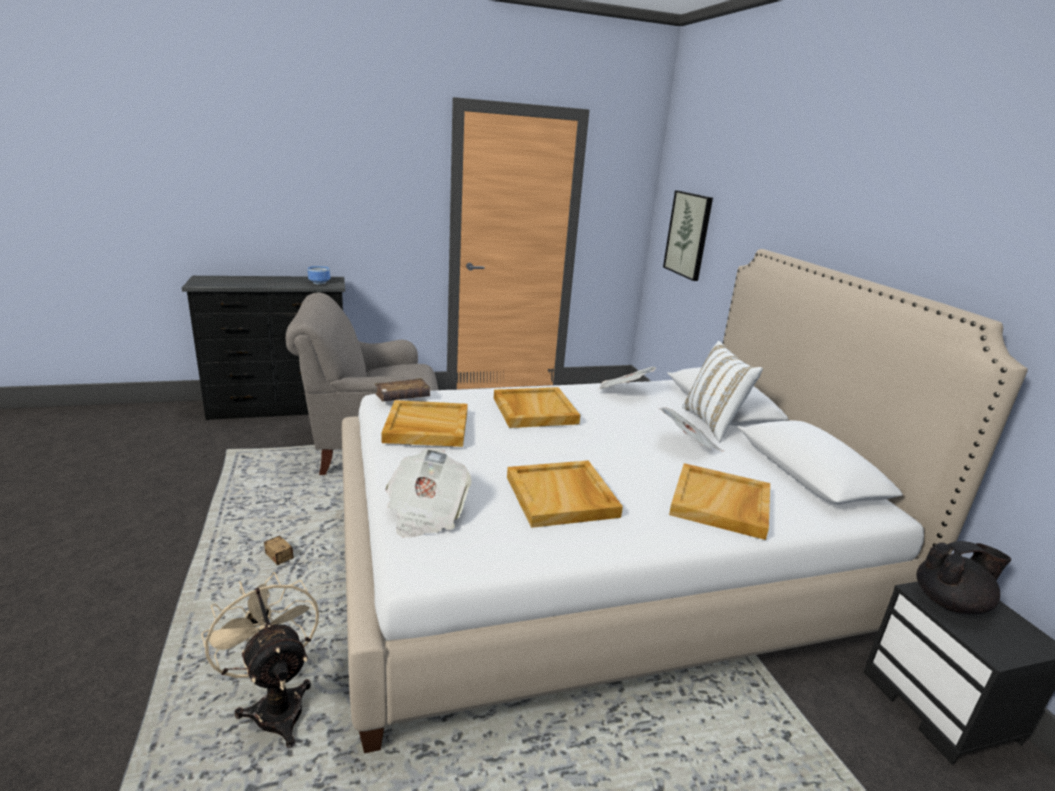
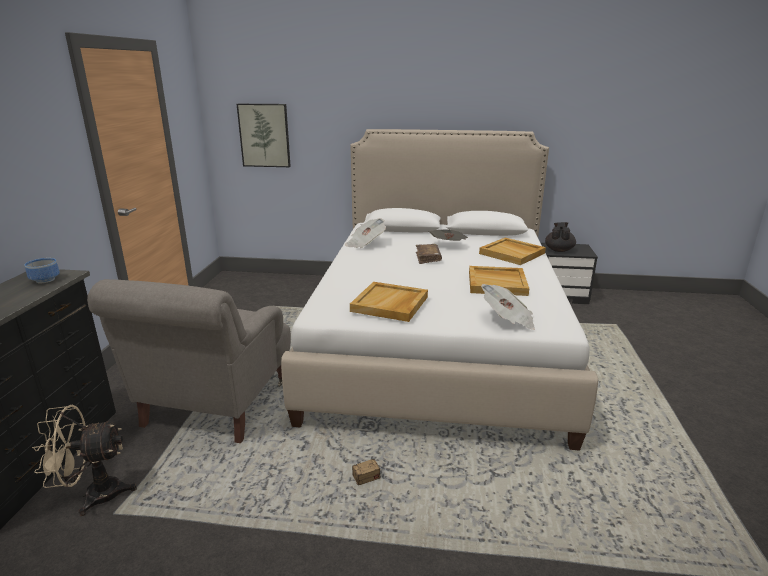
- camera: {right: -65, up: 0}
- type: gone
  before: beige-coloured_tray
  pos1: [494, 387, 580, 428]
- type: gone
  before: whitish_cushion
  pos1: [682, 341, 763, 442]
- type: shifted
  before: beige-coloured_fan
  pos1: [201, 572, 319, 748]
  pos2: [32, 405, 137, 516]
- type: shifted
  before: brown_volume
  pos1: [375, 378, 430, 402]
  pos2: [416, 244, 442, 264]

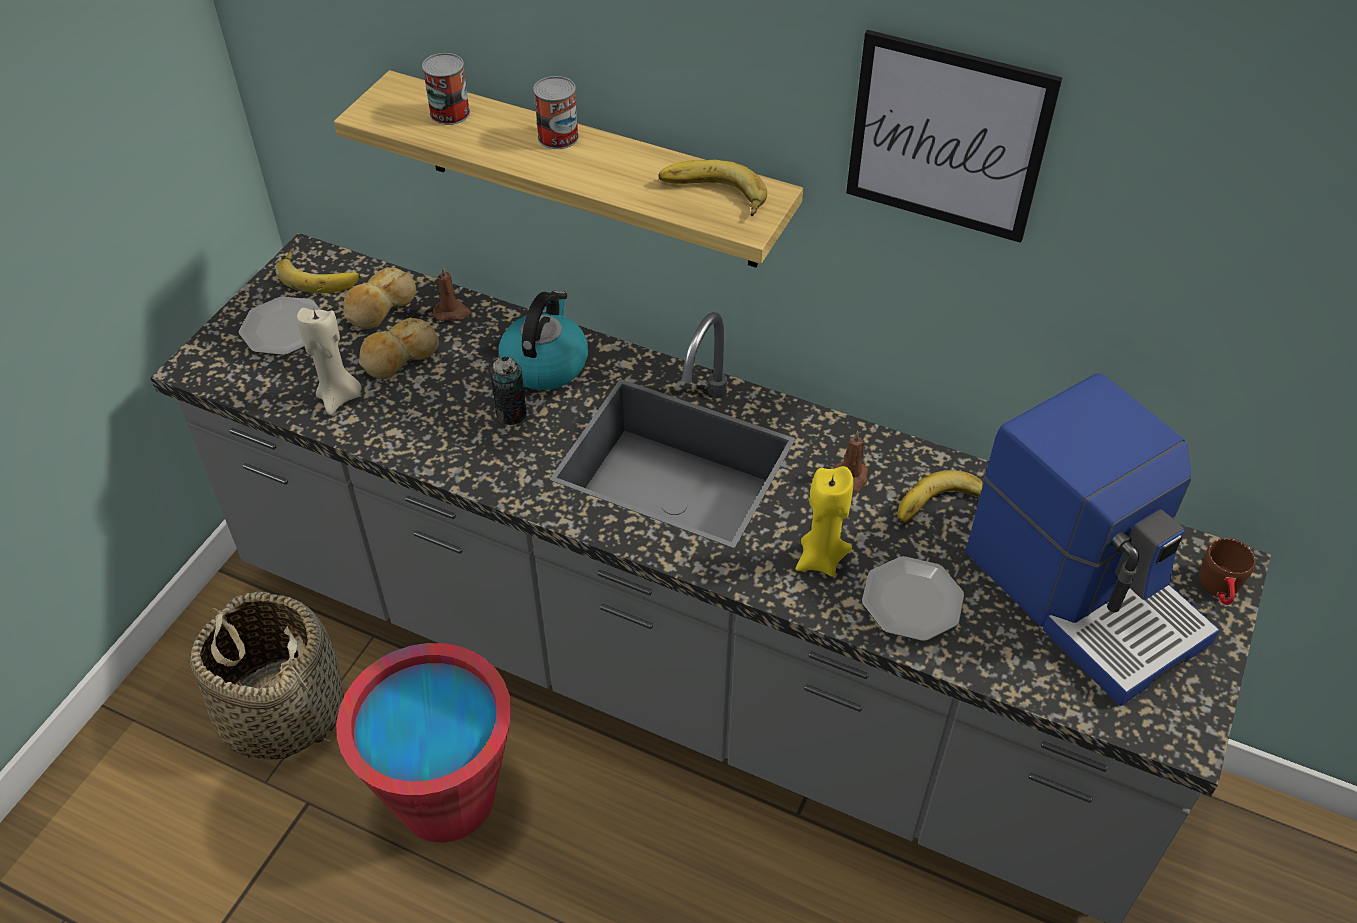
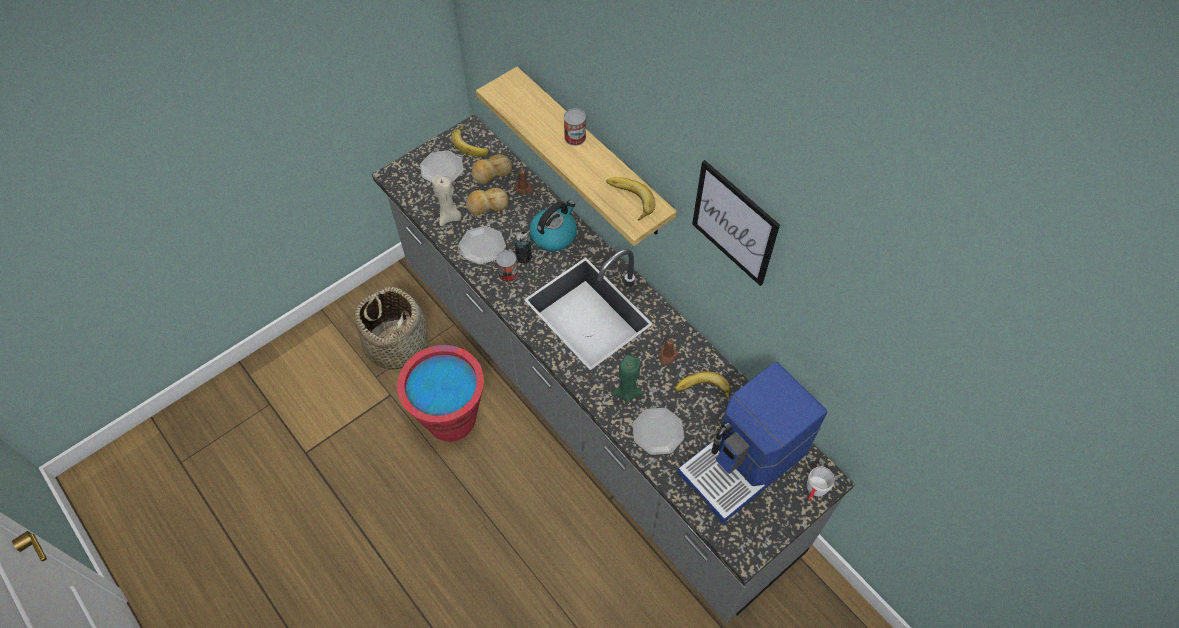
- camera: {right: 25, up: 10}
- type: new
  after: dinner_plate
  pos2: [459, 226, 506, 265]
- type: shifted
  before: metal_can
  pos1: [422, 53, 470, 125]
  pos2: [496, 250, 518, 282]
- type: repainted
  before: yellow-coloured_wax_candle
  after: green-coloured_wax_candle
  pos1: [796, 466, 853, 576]
  pos2: [611, 355, 644, 404]
- type: repainted
  before: brown_coffee_mug
  after: whitish_coffee_mug
  pos1: [1199, 538, 1256, 605]
  pos2: [807, 467, 835, 501]
- type: rotated
  before: coffee_brewer
  pos1: [966, 374, 1220, 706]
  pos2: [677, 362, 827, 523]
  turn: 60

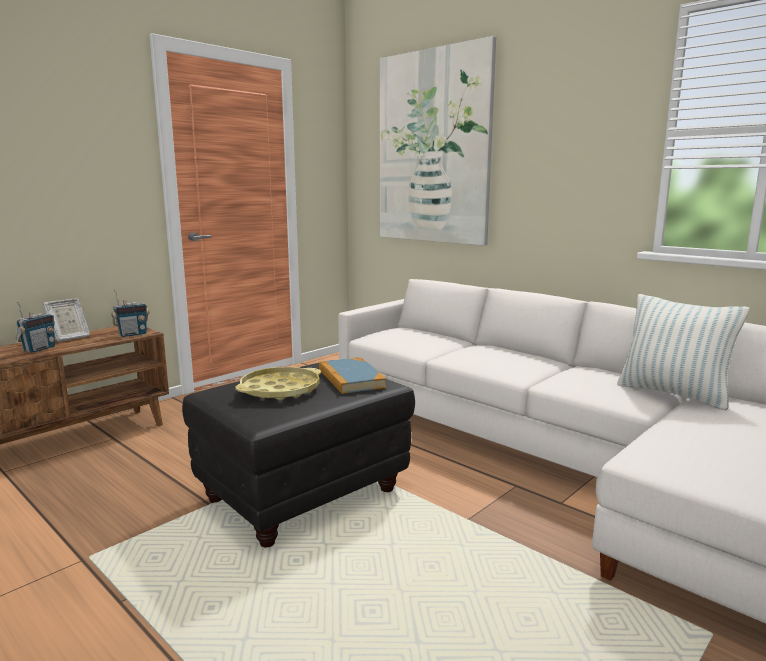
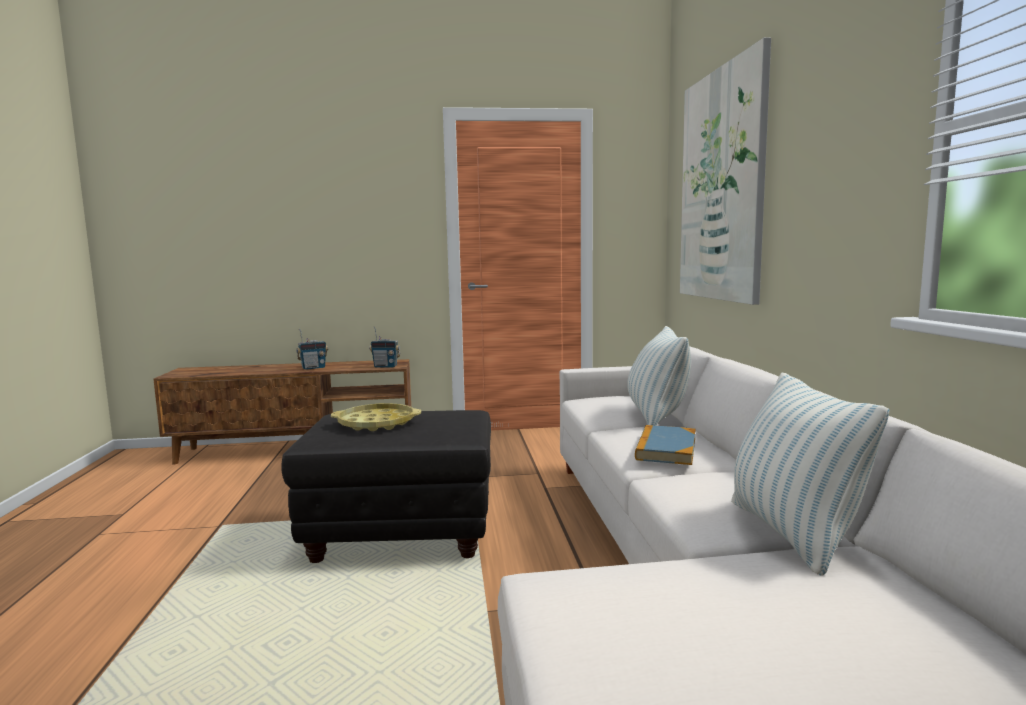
- camera: {right: 40, up: -5}
- type: gone
  before: picture_frame
  pos1: [43, 298, 90, 342]
- type: new
  after: cushion
  pos2: [627, 326, 691, 426]
- type: shifted
  before: volume
  pos1: [319, 357, 387, 394]
  pos2: [635, 425, 696, 465]

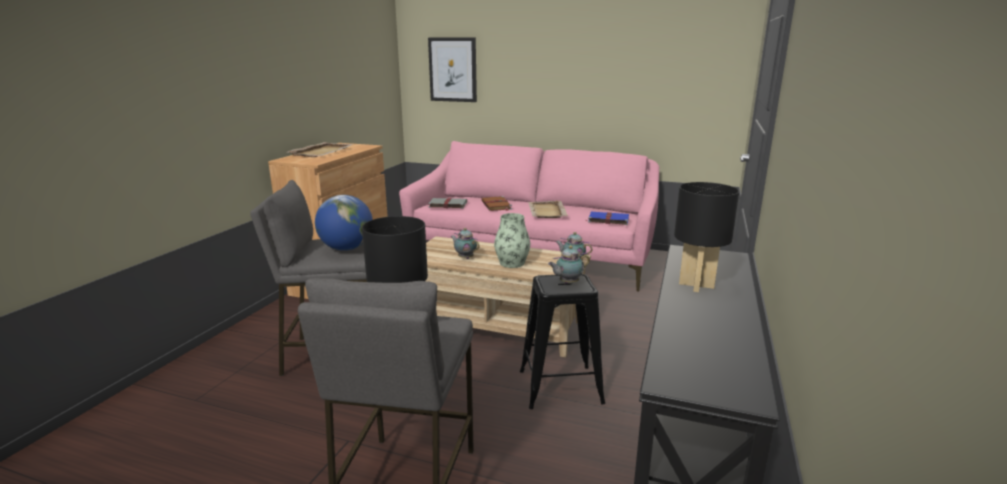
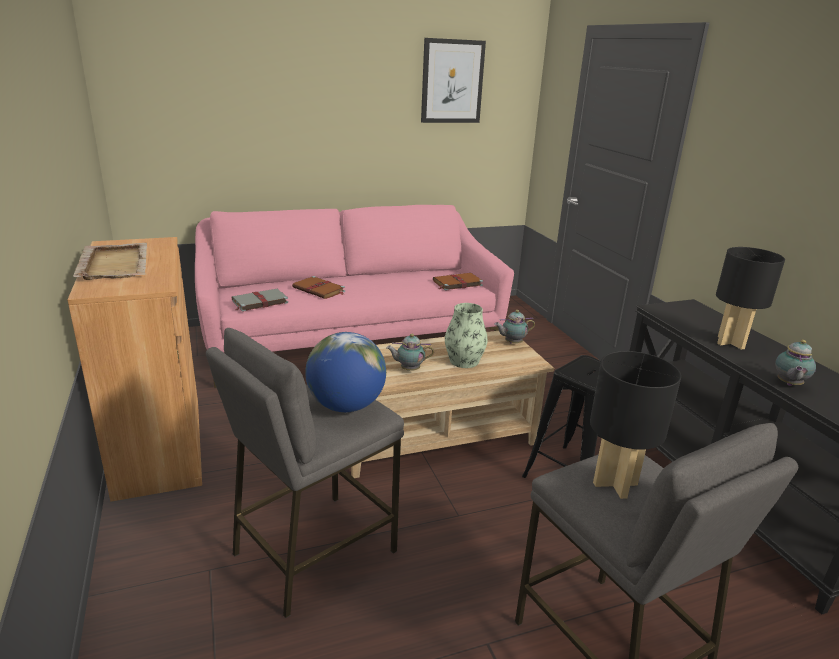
- camera: {right: -40, up: 5}
- type: gone
  before: beige-coloured_tray
  pos1: [528, 200, 568, 218]
- type: shifted
  before: wall_picture
  pos1: [428, 37, 477, 102]
  pos2: [421, 38, 486, 123]
- type: shifted
  before: tea_pot
  pos1: [548, 245, 590, 284]
  pos2: [775, 340, 816, 386]
- type: repainted
  before: blue-coloured_volume
  after: brown_volume
  pos1: [585, 212, 629, 225]
  pos2: [433, 273, 483, 291]

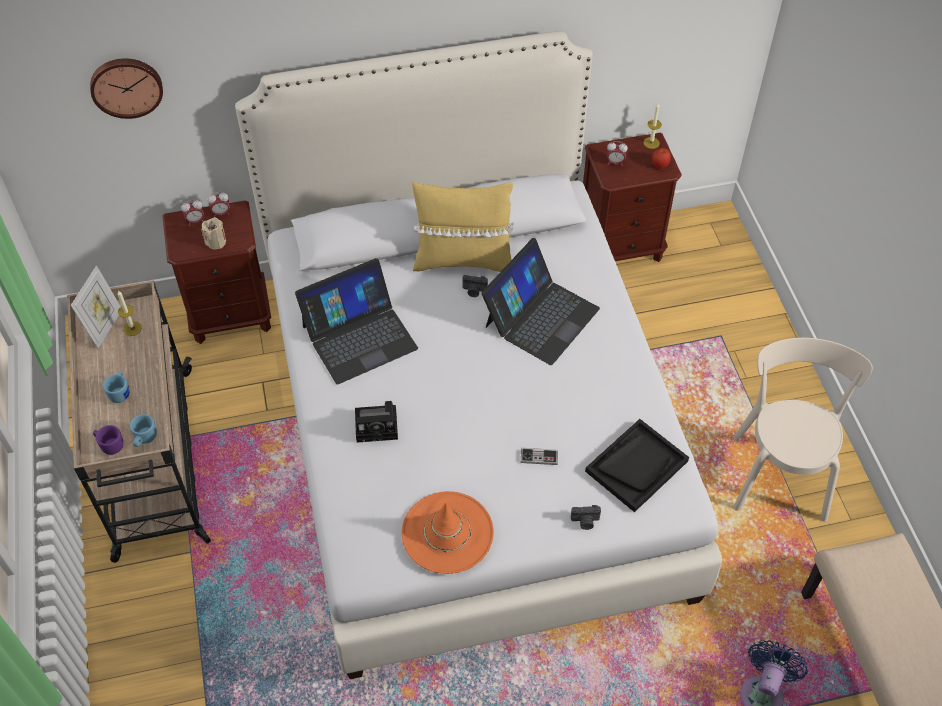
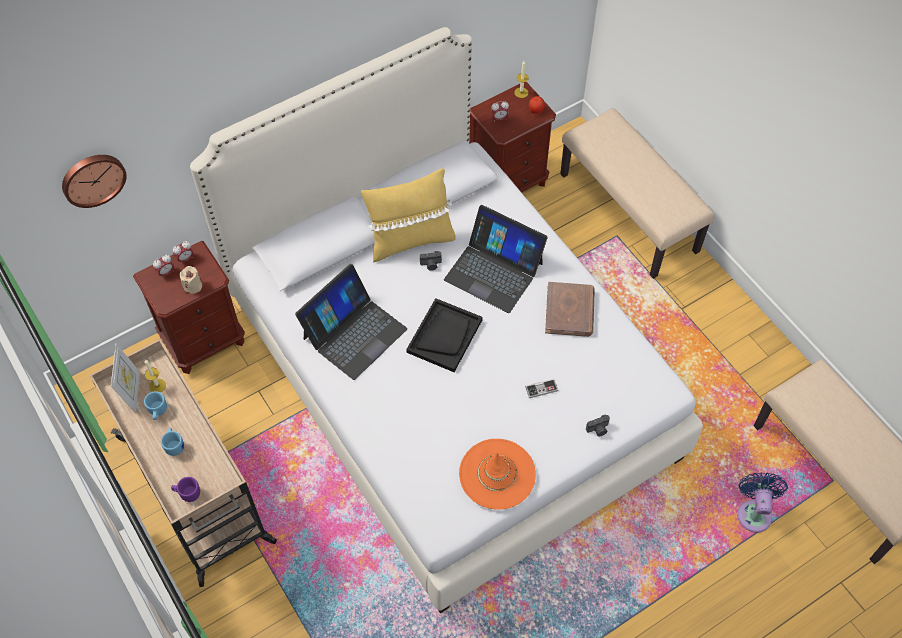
- camera: {right: -20, up: 5}
- type: gone
  before: still_camera
  pos1: [355, 401, 398, 442]
- type: gone
  before: beige-coloured_upright_chair
  pos1: [733, 338, 873, 522]
- type: new
  after: brown_volume
  pos2: [545, 282, 595, 337]
- type: new
  after: beige-coloured_long_seat
  pos2: [560, 108, 715, 279]
- type: shifted
  before: blue-coloured_coffee_mug
  pos1: [130, 414, 157, 447]
  pos2: [144, 391, 167, 420]
- type: shifted
  before: black_tray
  pos1: [585, 419, 689, 512]
  pos2: [406, 298, 483, 372]
- type: rotated
  before: portable_computer
  pos1: [482, 238, 600, 365]
  pos2: [444, 205, 548, 313]
  turn: 105

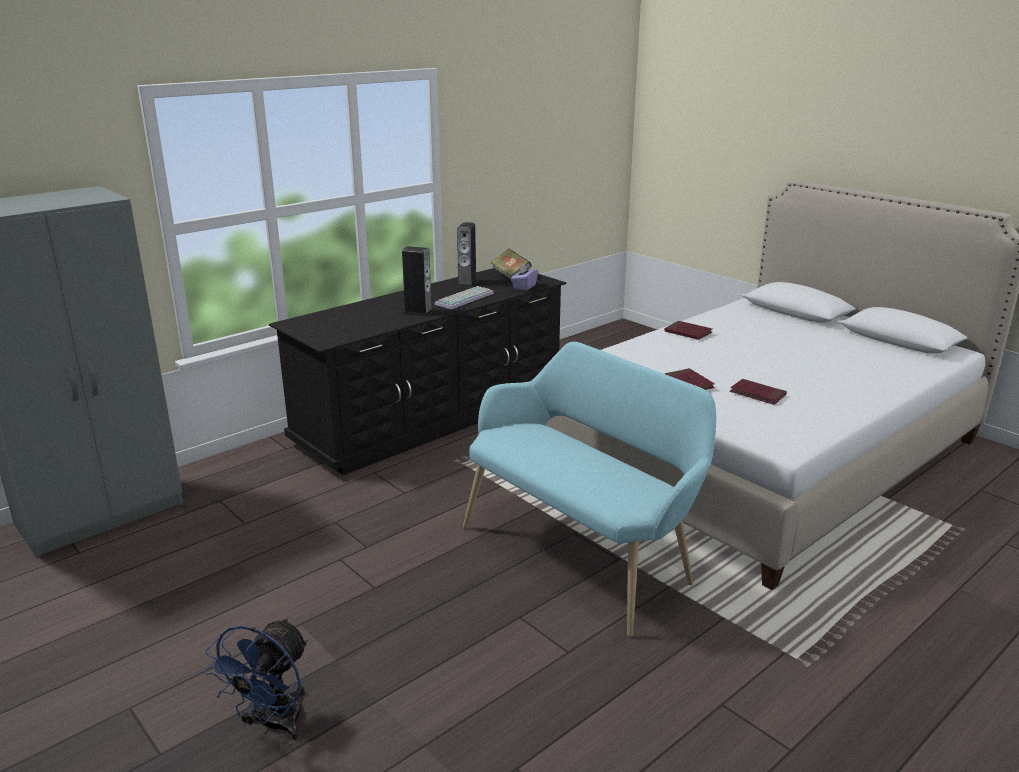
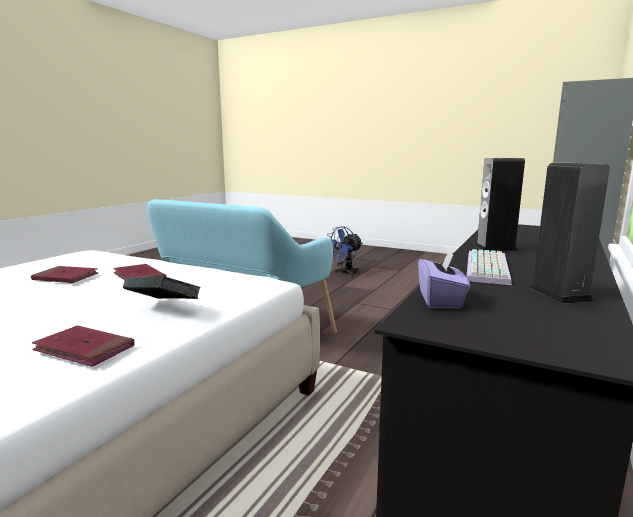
- camera: {right: 160, up: -10}
- type: shifted
  before: volume
  pos1: [490, 249, 531, 279]
  pos2: [123, 277, 201, 299]
- type: rotated
  before: blue-coloured_fan
  pos1: [204, 618, 308, 740]
  pos2: [327, 226, 362, 277]
  turn: -135

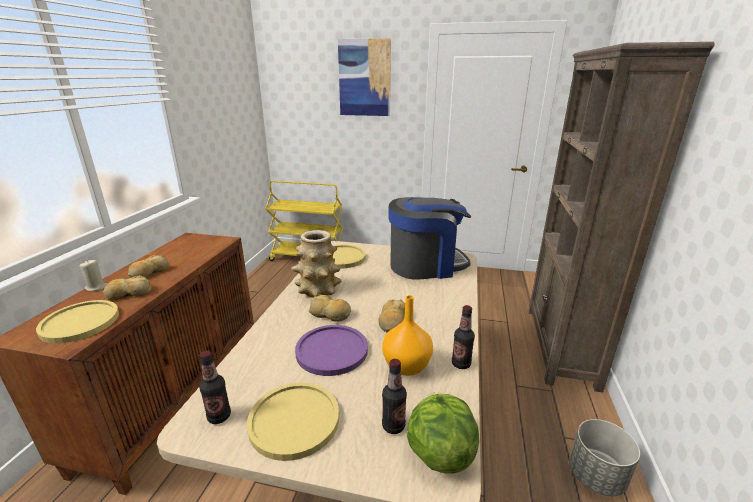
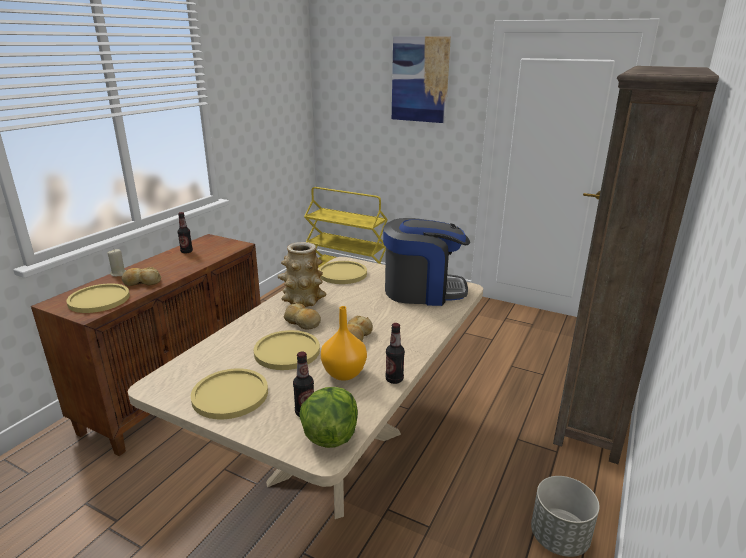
- camera: {right: 15, up: 0}
- type: gone
  before: baked_bread
  pos1: [128, 254, 169, 278]
- type: shifted
  before: bottle
  pos1: [199, 351, 231, 424]
  pos2: [178, 212, 193, 253]
- type: repainted
  before: purple_dinner_plate
  after: yellow-coloured_dinner_plate
  pos1: [295, 325, 368, 376]
  pos2: [254, 330, 320, 370]

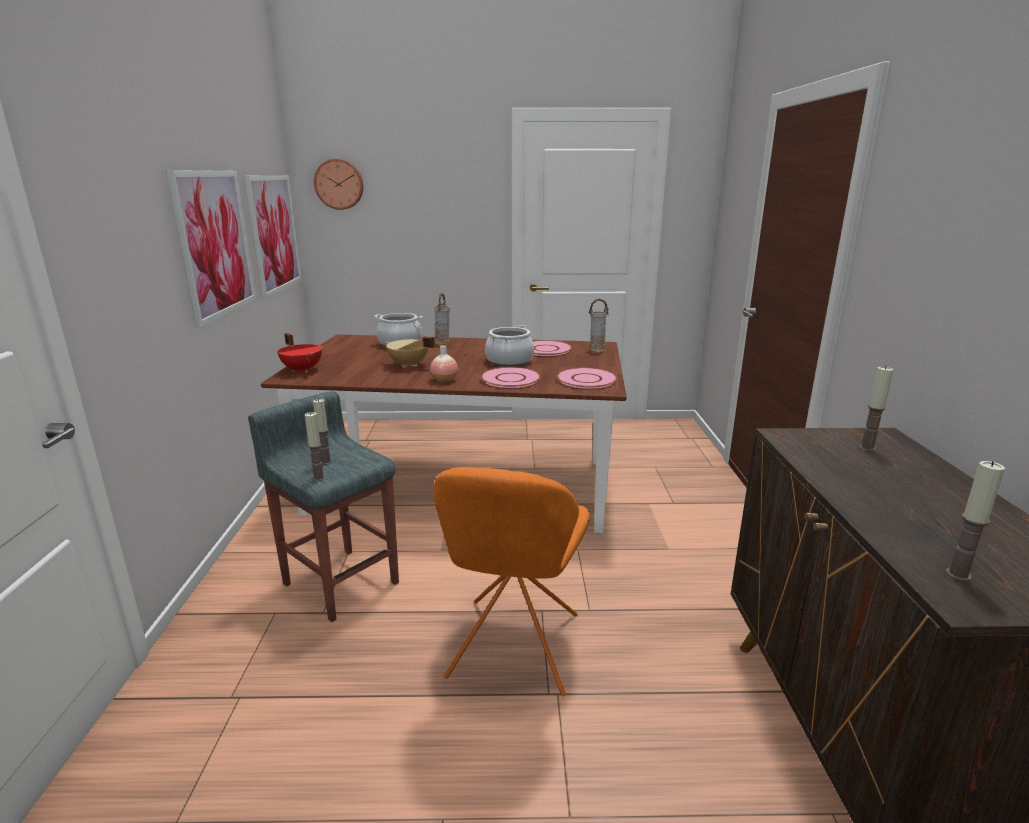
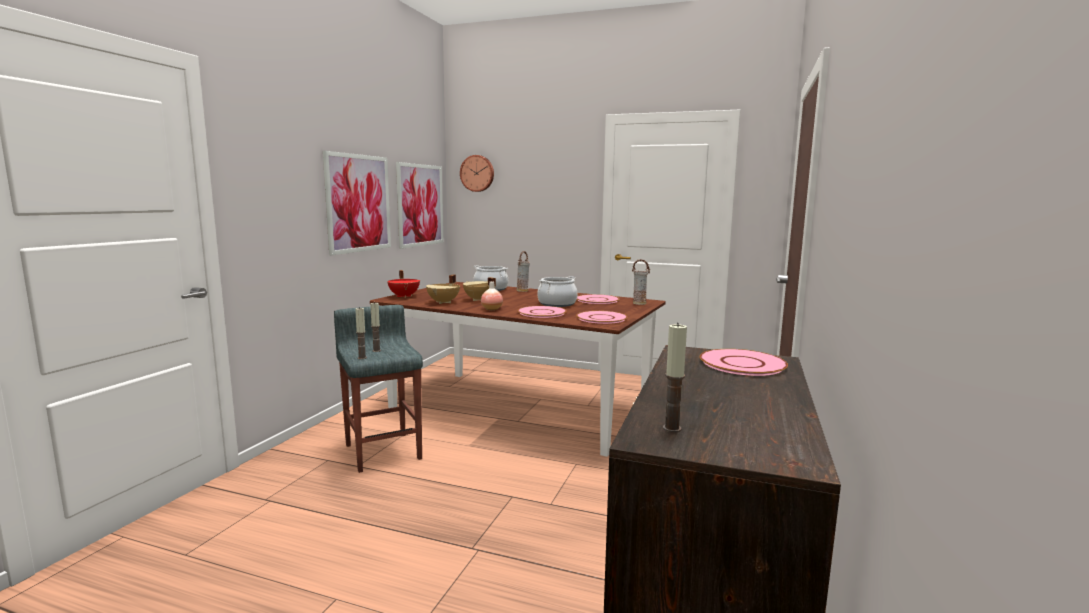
- camera: {right: 20, up: -10}
- type: gone
  before: orange-coloured_upright_chair
  pos1: [433, 467, 590, 696]
- type: new
  after: beige-coloured_stockpot
  pos2: [426, 275, 460, 304]
- type: swapped
  before: wax_candle
  after: pink-coloured_dinner_plate
  pos1: [859, 366, 893, 451]
  pos2: [700, 349, 788, 376]

